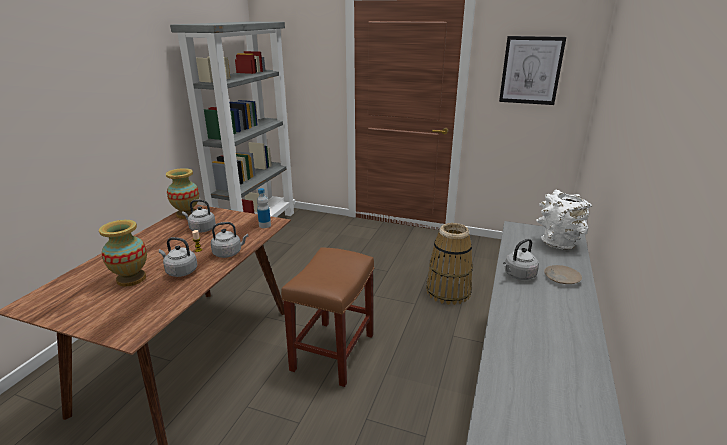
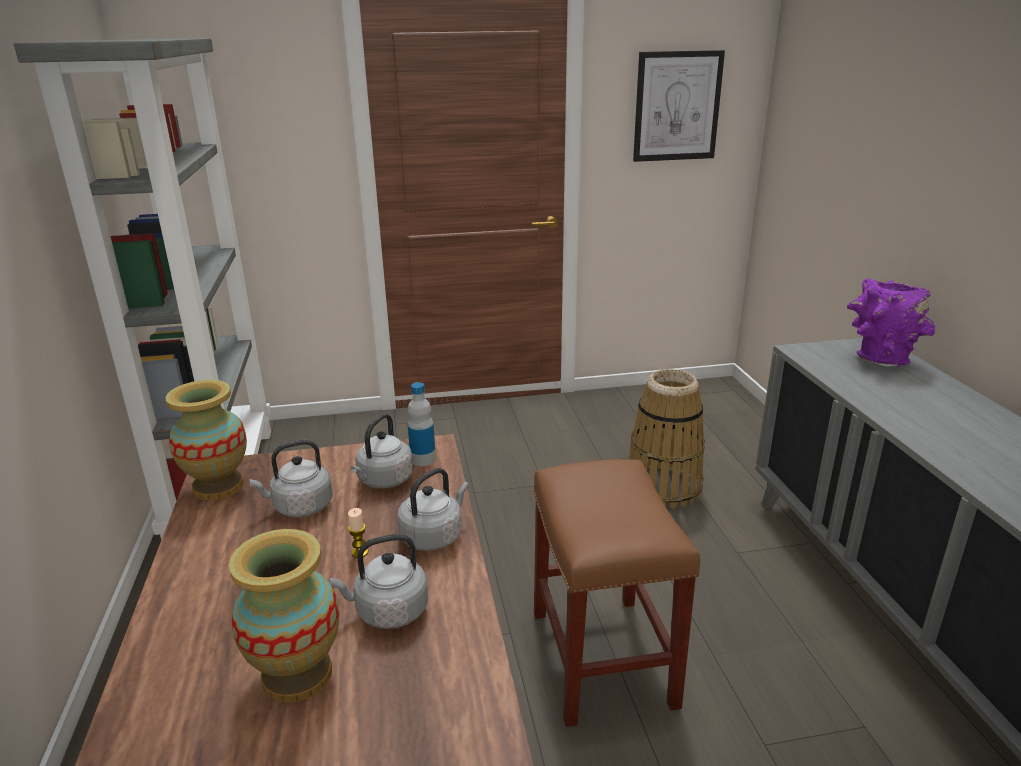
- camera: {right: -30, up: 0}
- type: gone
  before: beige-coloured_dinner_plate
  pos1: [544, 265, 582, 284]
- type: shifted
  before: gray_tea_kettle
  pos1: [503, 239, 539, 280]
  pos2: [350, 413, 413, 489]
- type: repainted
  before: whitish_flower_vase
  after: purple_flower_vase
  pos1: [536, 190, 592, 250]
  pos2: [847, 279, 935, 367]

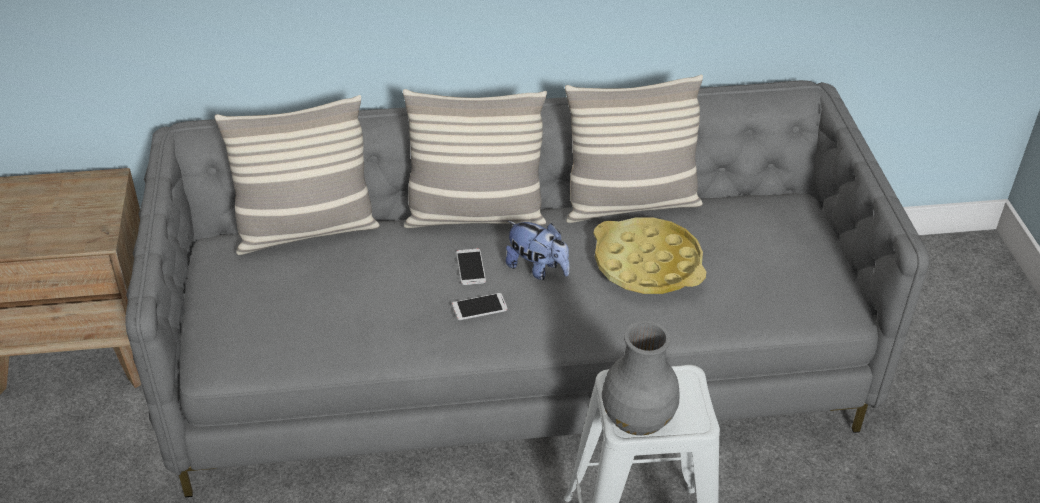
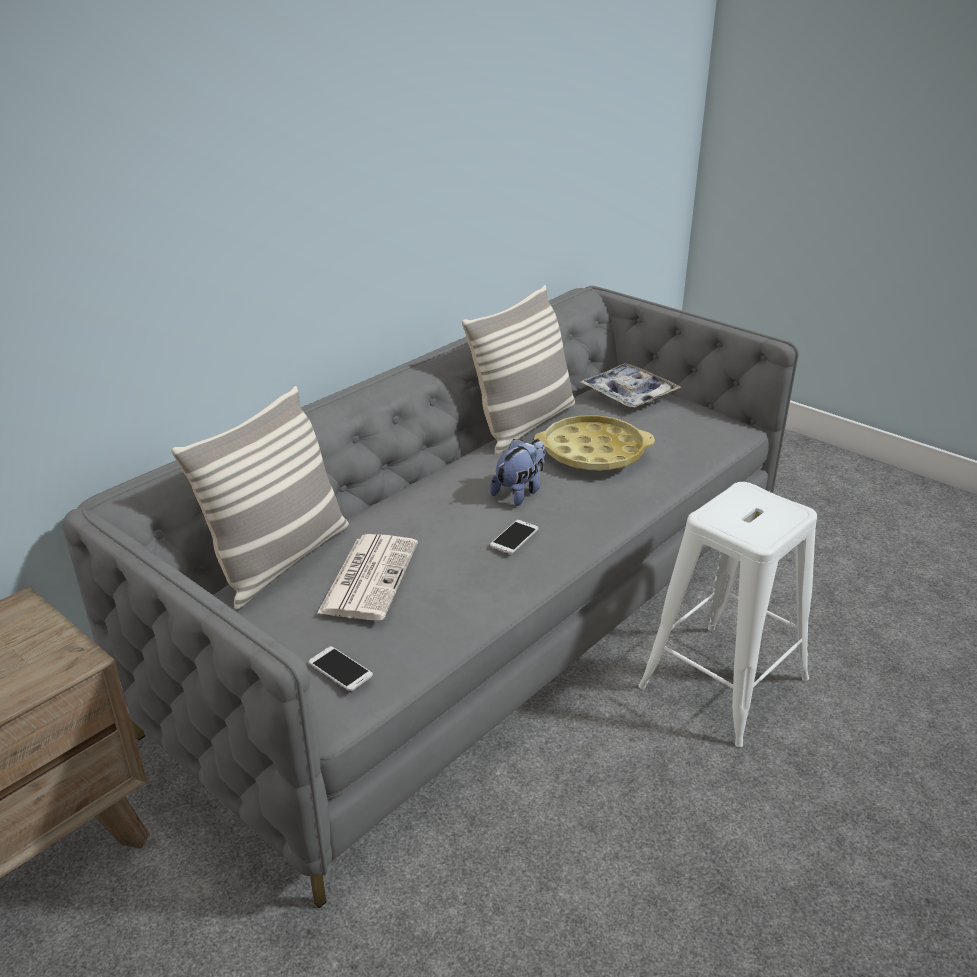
- camera: {right: -40, up: -10}
- type: gone
  before: cushion
  pos1: [403, 89, 547, 228]
- type: gone
  before: gray_flower_vase
  pos1: [602, 321, 679, 435]
- type: new
  after: printed_paper
  pos2: [317, 534, 418, 620]
- type: new
  after: tray
  pos2: [580, 363, 681, 408]
- type: shifted
  before: telephone
  pos1: [456, 248, 486, 285]
  pos2: [309, 646, 373, 691]
- type: rotated
  before: soft_toy
  pos1: [506, 221, 570, 280]
  pos2: [490, 439, 546, 506]
  turn: -45

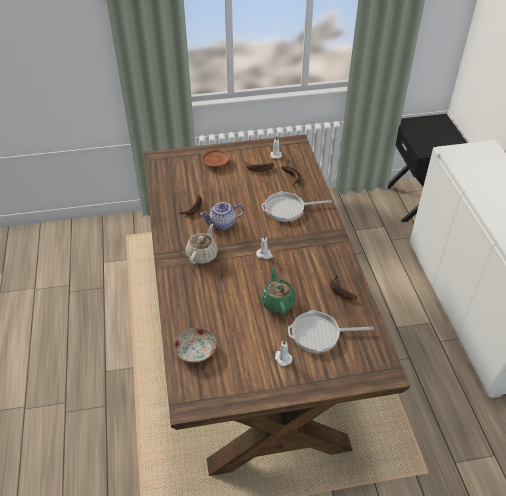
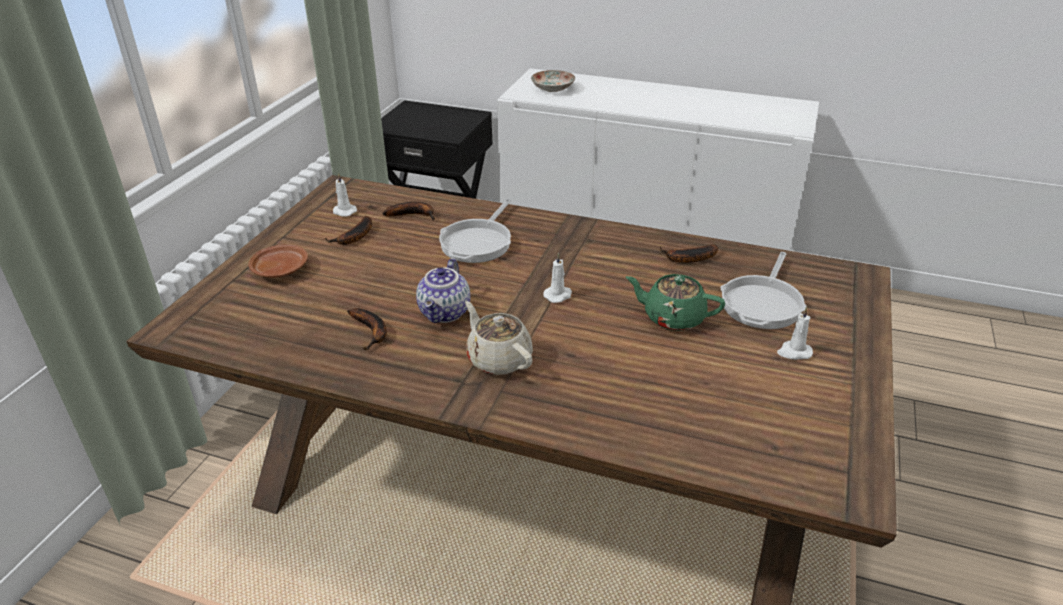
- camera: {right: -60, up: -10}
- type: shifted
  before: dinner_plate
  pos1: [174, 328, 216, 363]
  pos2: [531, 70, 575, 92]

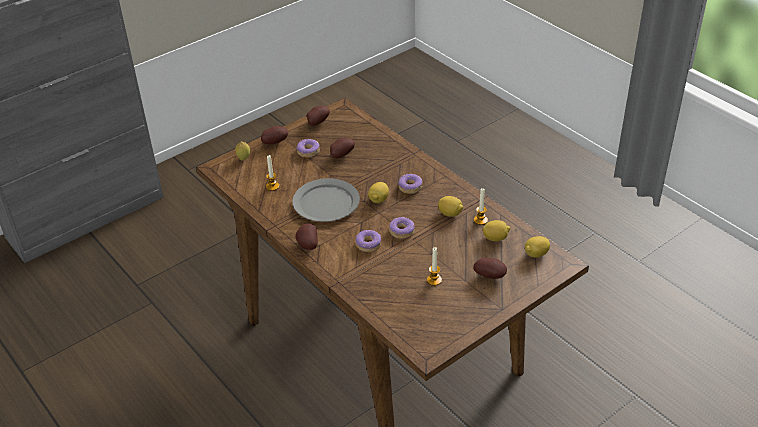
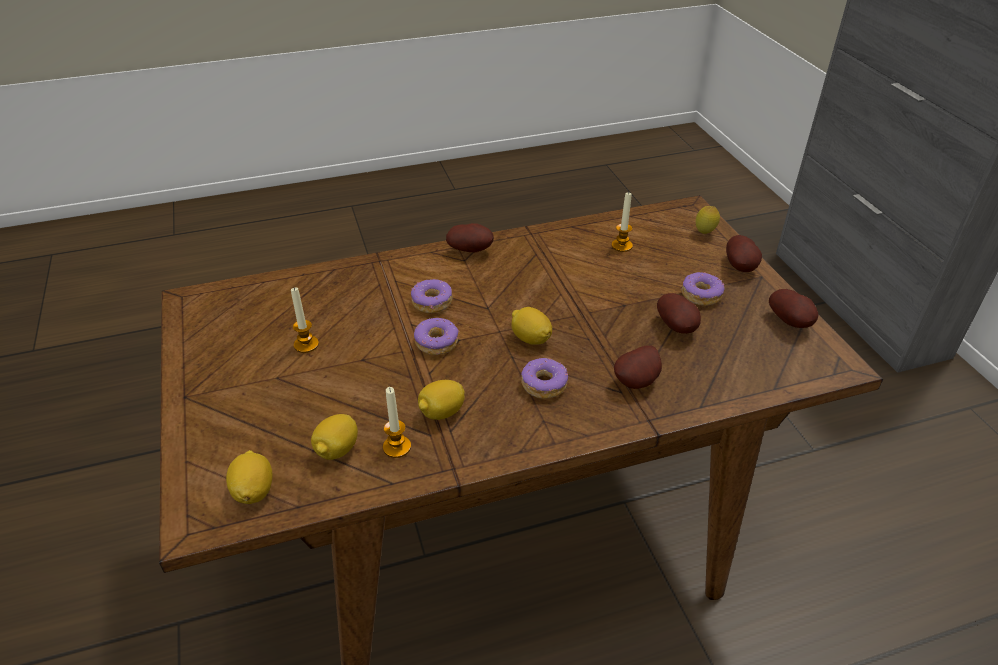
- camera: {right: 110, up: 0}
- type: gone
  before: gray_dinner_plate
  pos1: [292, 178, 360, 222]
- type: shifted
  before: whole_potato
  pos1: [473, 258, 507, 279]
  pos2: [614, 346, 662, 389]

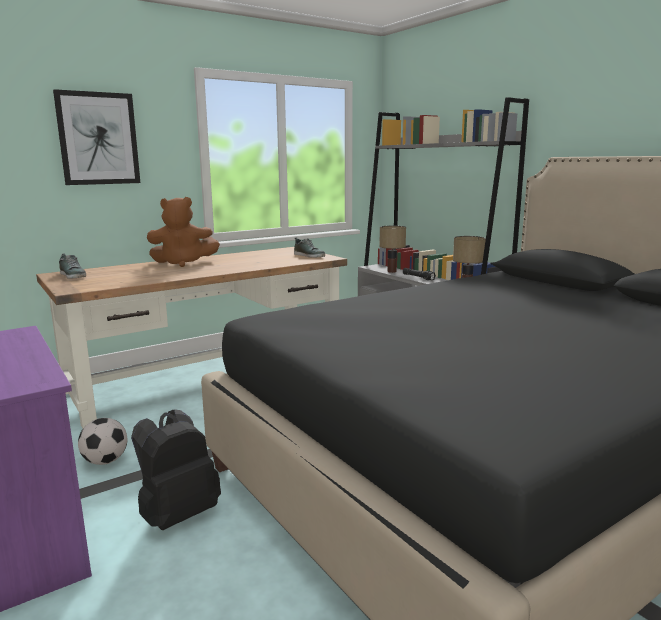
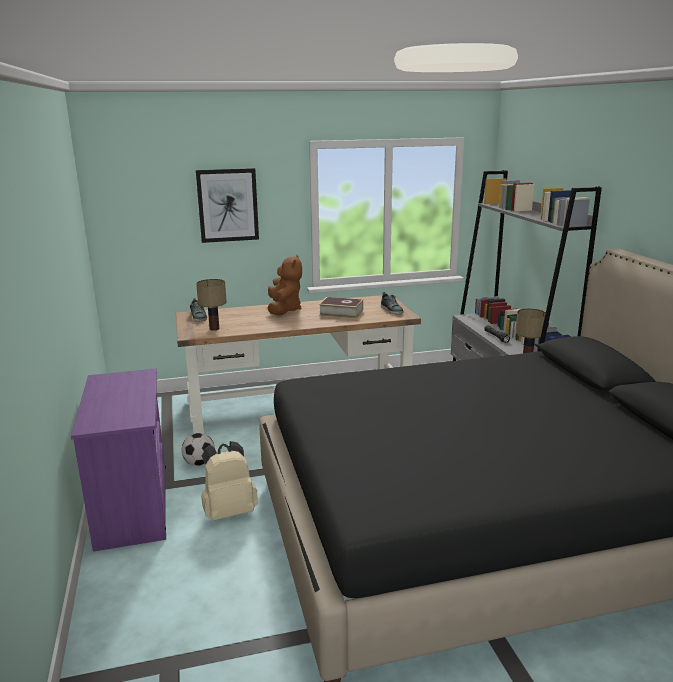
- camera: {right: 20, up: 5}
- type: new
  after: volume
  pos2: [319, 297, 363, 319]
- type: shifted
  before: lamp_for_a_table
  pos1: [379, 226, 406, 273]
  pos2: [196, 279, 227, 331]
- type: repainted
  before: black_knapsack
  after: beige-coloured_knapsack
  pos1: [131, 409, 221, 530]
  pos2: [201, 441, 258, 521]
- type: rotated
  before: brown_soft_toy
  pos1: [147, 197, 220, 267]
  pos2: [268, 255, 302, 315]
  turn: -105

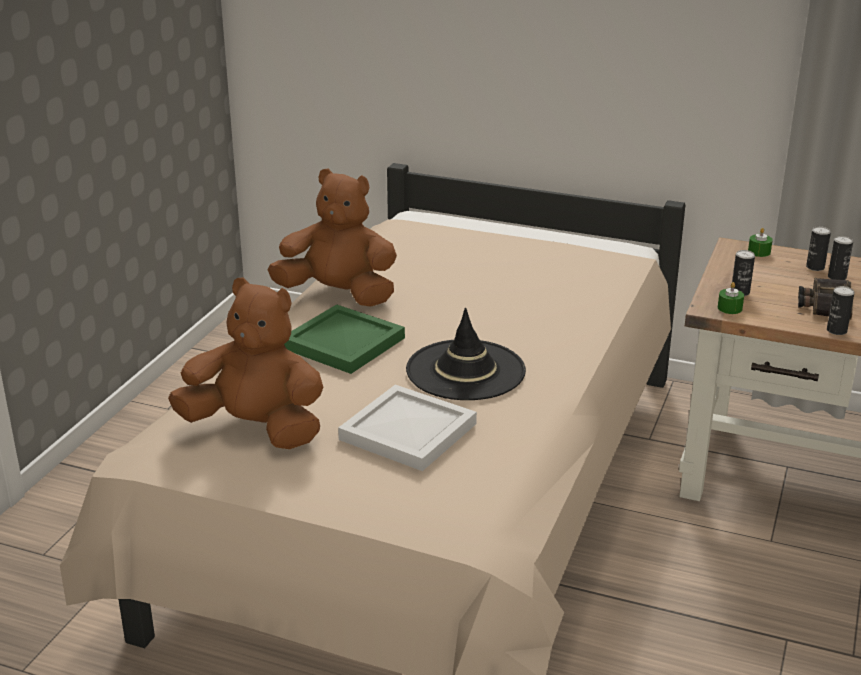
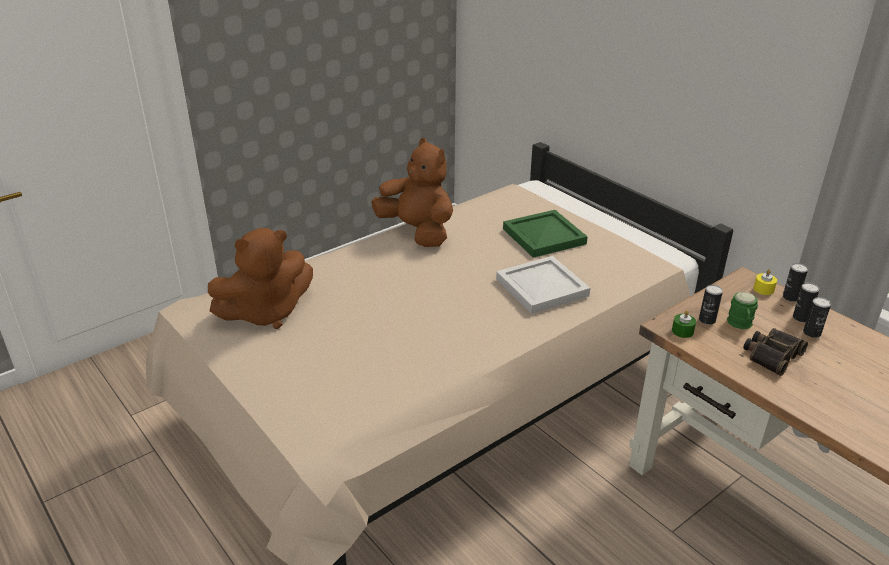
- camera: {right: 30, up: 5}
- type: gone
  before: black_hat
  pos1: [406, 308, 526, 400]
- type: new
  after: green-coloured_coffee_mug
  pos2: [727, 292, 758, 329]
- type: shifted
  before: green-coloured_tray
  pos1: [284, 304, 405, 374]
  pos2: [503, 210, 588, 258]
- type: shifted
  before: whitish_tray
  pos1: [338, 385, 477, 471]
  pos2: [496, 256, 590, 314]
- type: shifted
  before: metal_can
  pos1: [827, 286, 854, 335]
  pos2: [783, 263, 808, 302]
- type: repainted
  before: green-coloured_wax_candle
  after: yellow-coloured_wax_candle
  pos1: [748, 228, 773, 257]
  pos2: [754, 269, 777, 295]
- type: rotated
  before: brown_soft_toy
  pos1: [168, 277, 323, 449]
  pos2: [208, 228, 313, 329]
  turn: 105

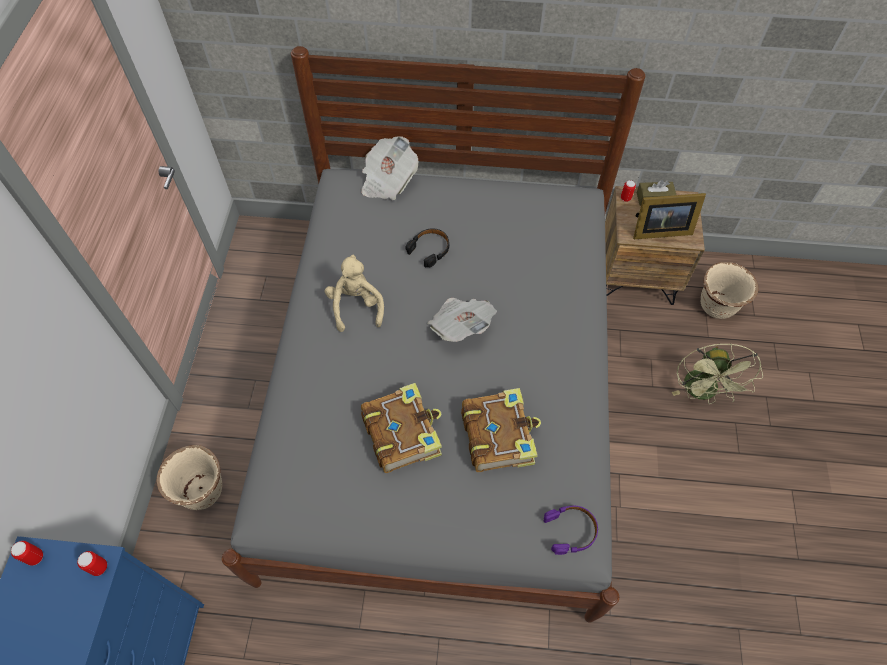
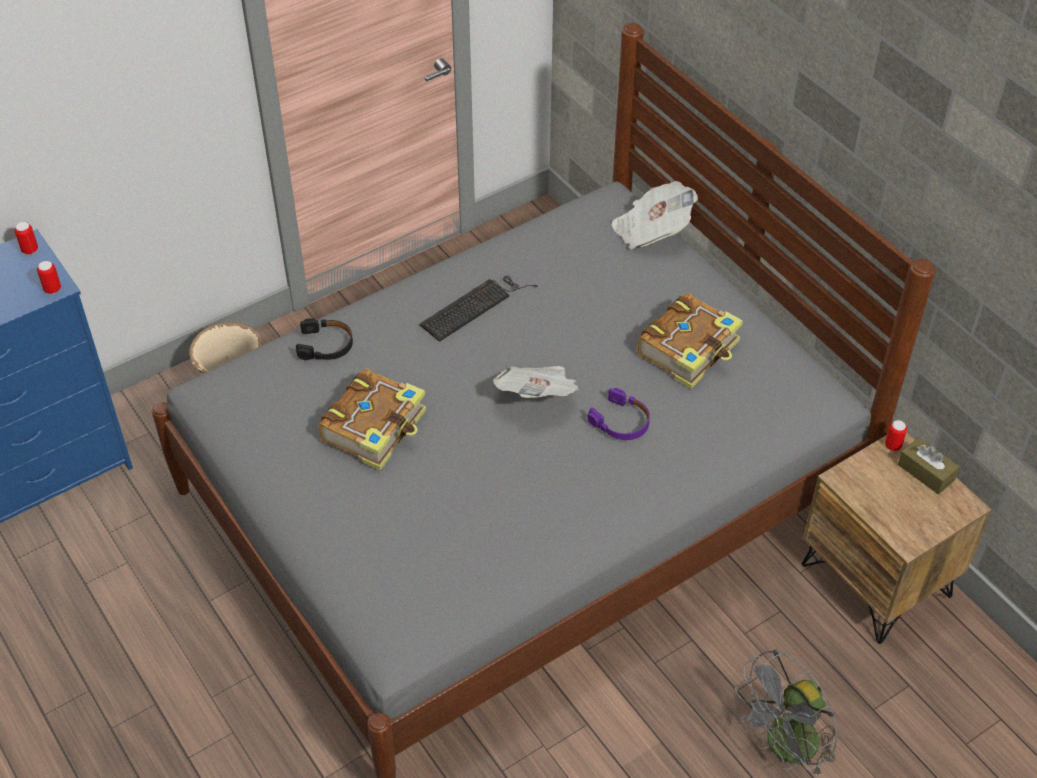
- camera: {right: 50, up: -10}
- type: gone
  before: picture_frame
  pos1: [633, 193, 706, 239]
- type: gone
  before: beige-coloured_planter
  pos1: [701, 262, 758, 319]
- type: shifted
  before: black_headset
  pos1: [405, 228, 449, 268]
  pos2: [296, 318, 353, 360]
- type: shifted
  before: volume
  pos1: [461, 388, 541, 472]
  pos2: [637, 293, 743, 389]
- type: shifted
  before: purple_headset
  pos1: [543, 506, 598, 555]
  pos2: [587, 388, 650, 440]
- type: swapped
  before: beige-coloured_soft_toy
  after: PC_keyboard
  pos1: [325, 255, 384, 332]
  pos2: [420, 276, 538, 342]
- type: repainted
  before: green-coloured_fan
  after: gray_fan
  pos1: [672, 343, 763, 404]
  pos2: [735, 649, 838, 778]

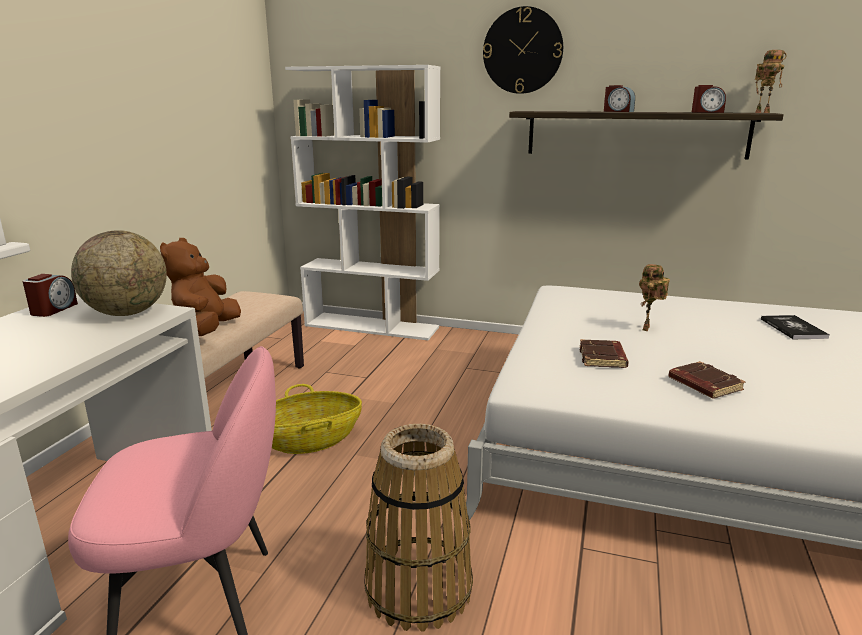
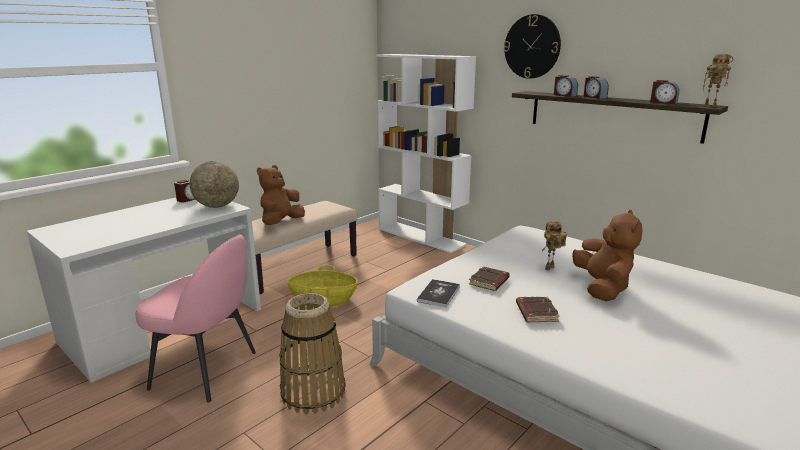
- camera: {right: 25, up: 0}
- type: new
  after: table_clock
  pos2: [554, 75, 578, 97]
- type: new
  after: brown_soft_toy
  pos2: [572, 210, 642, 302]
- type: shifted
  before: volume
  pos1: [761, 315, 830, 339]
  pos2: [417, 279, 460, 307]

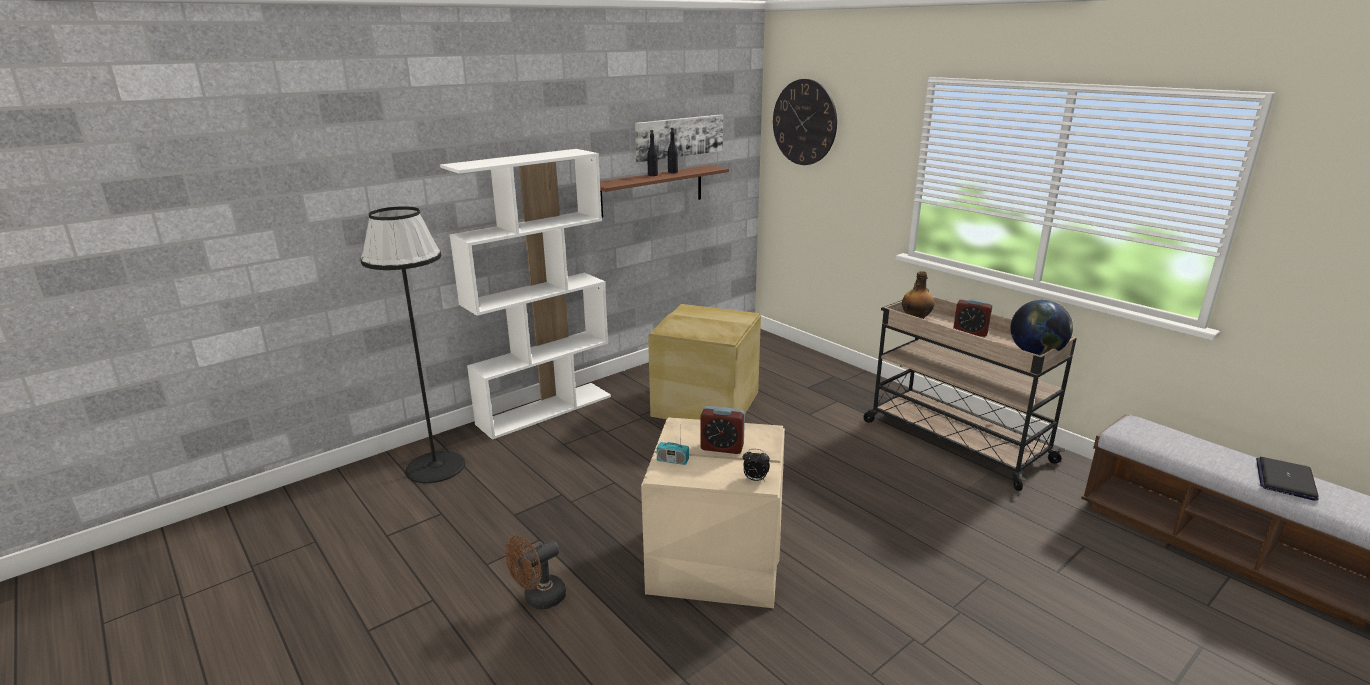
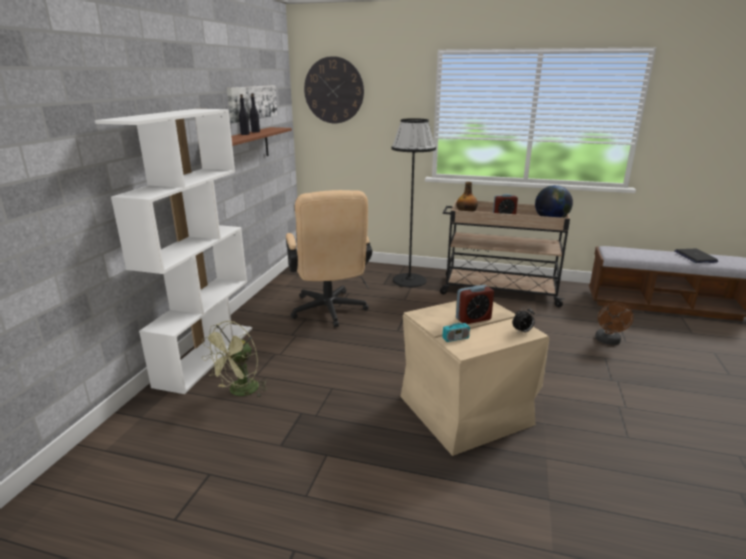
- camera: {right: -35, up: 0}
- type: new
  after: green-coloured_fan
  pos2: [202, 321, 268, 398]
- type: shifted
  before: black_floor_lamp
  pos1: [361, 206, 465, 483]
  pos2: [392, 118, 436, 287]
- type: shifted
  before: brown_fan
  pos1: [506, 536, 566, 609]
  pos2: [595, 302, 634, 345]
- type: swapped
  before: beige-coloured_storage_bin
  after: beige-coloured_computer_chair
  pos1: [648, 304, 761, 420]
  pos2: [286, 190, 372, 327]

